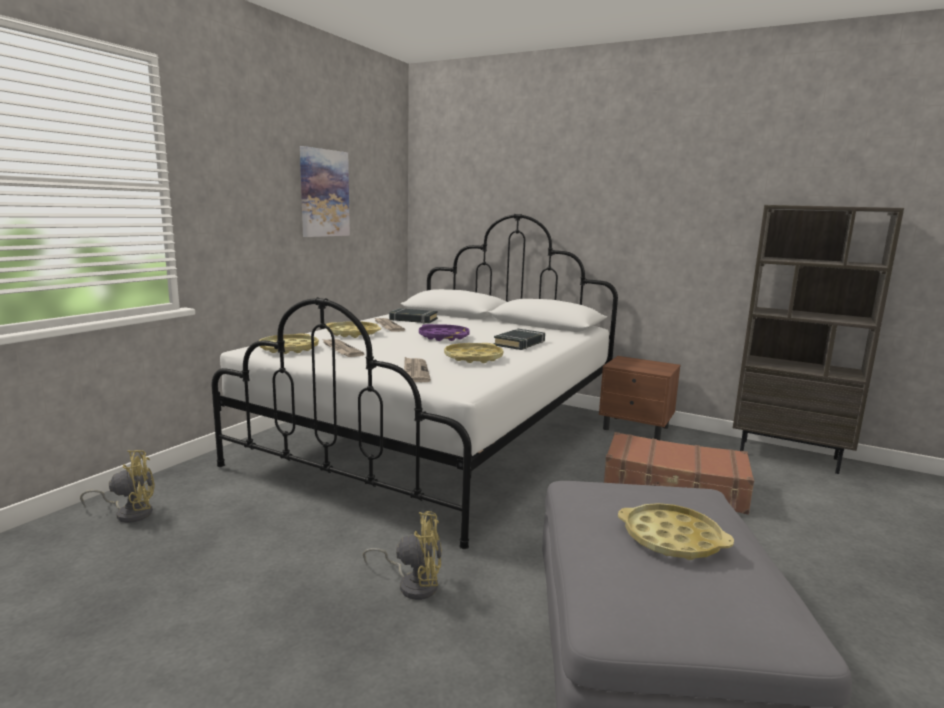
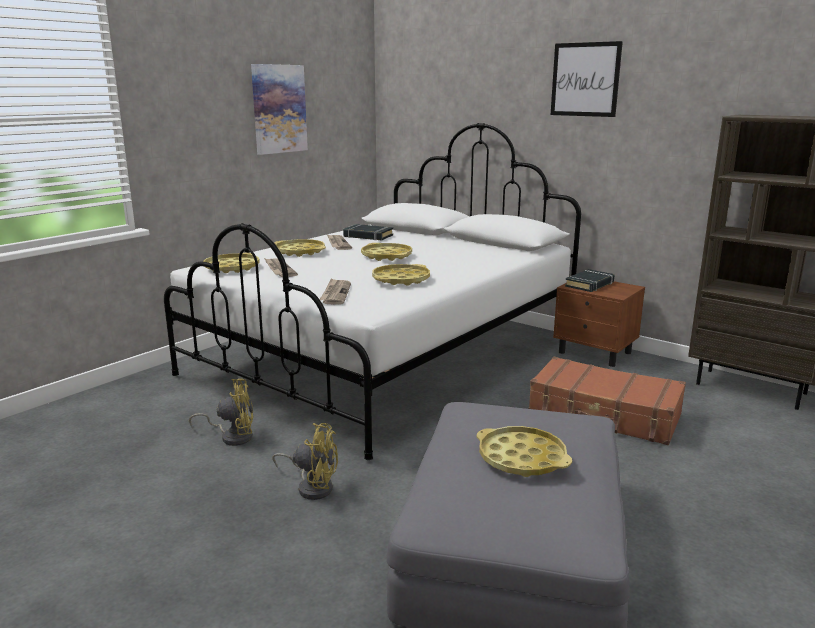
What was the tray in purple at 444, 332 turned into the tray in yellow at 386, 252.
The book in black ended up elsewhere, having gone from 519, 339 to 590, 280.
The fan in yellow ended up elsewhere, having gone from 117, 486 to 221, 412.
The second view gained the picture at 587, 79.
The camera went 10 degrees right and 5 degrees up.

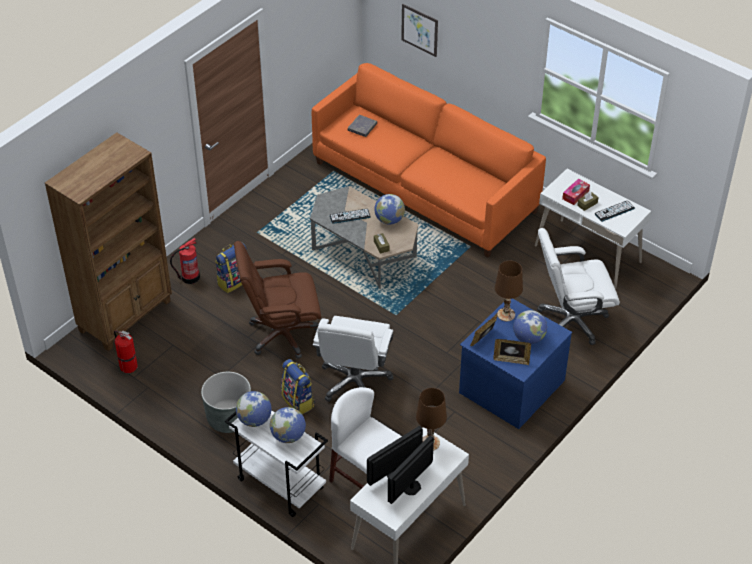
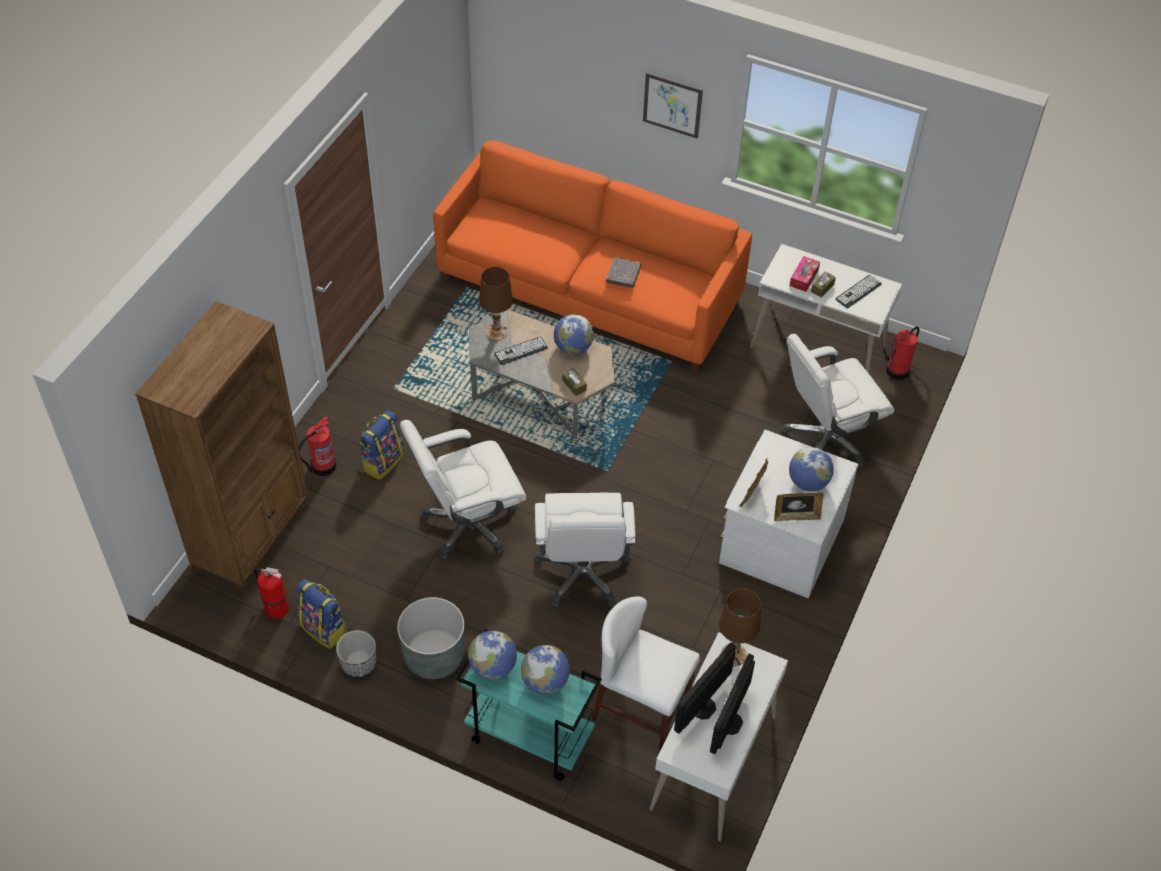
The picture ended up elsewhere, having gone from 419, 30 to 673, 105.
The book in grey ended up elsewhere, having gone from 362, 126 to 623, 272.
What was the office chair in brown at 277, 300 turned into the office chair in white at 463, 490.
The table lamp in brown ended up elsewhere, having gone from 509, 290 to 496, 304.
What was the dresser in blue at 515, 364 turned into the dresser in white at 788, 514.
The backpack ended up elsewhere, having gone from 298, 386 to 321, 614.
What was the cart in white at 276, 463 turned into the cart in turquoise at 529, 705.
The second view gained the fire extinguisher at 902, 353.
The second view gained the planter at 356, 653.
The camera went 15 degrees left and 5 degrees up.

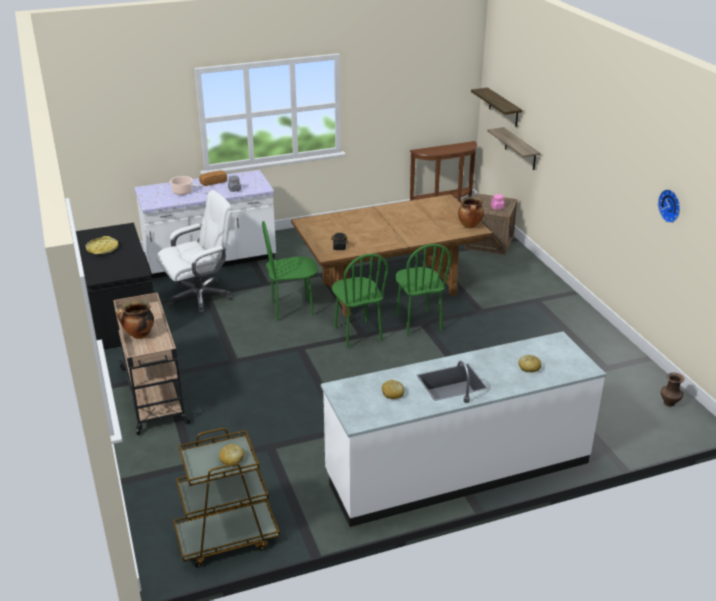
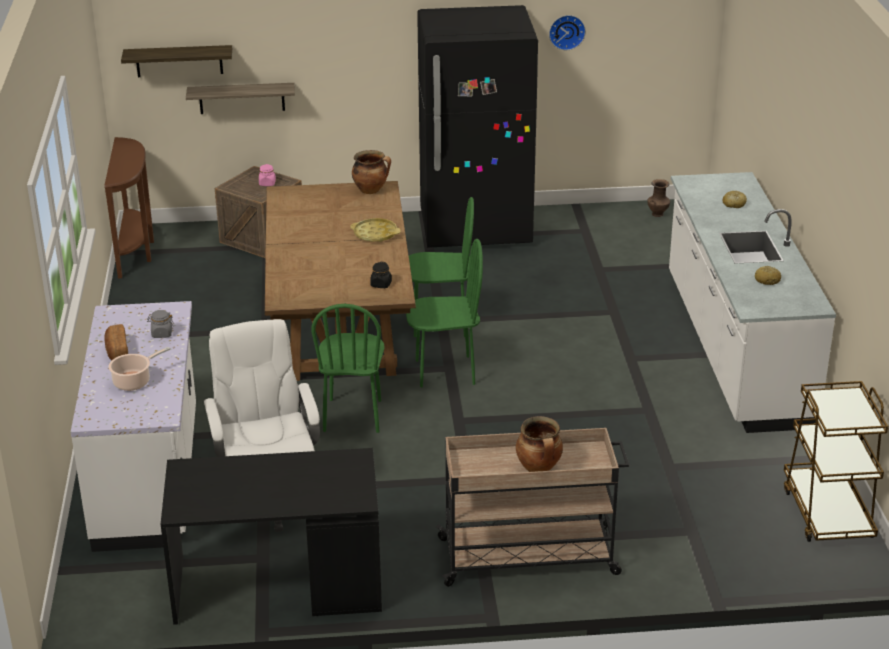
The tray in yellow ended up elsewhere, having gone from 102, 245 to 375, 230.
The second view lost the bread at 231, 454.
The second view gained the fridge in black at 477, 126.
The camera went 75 degrees left and 0 degrees up.

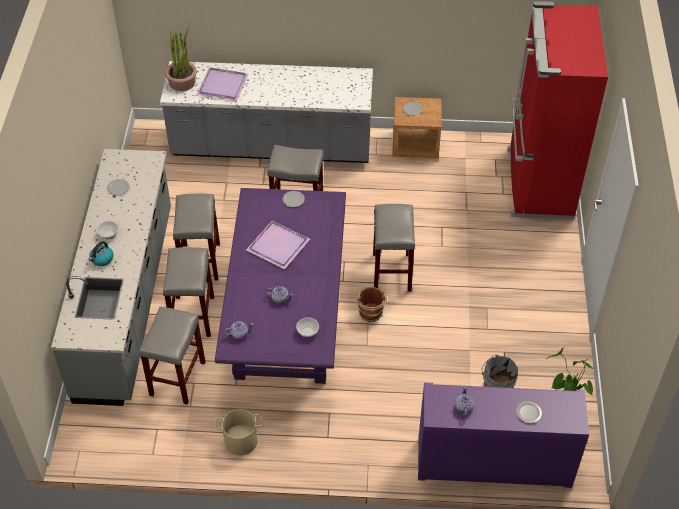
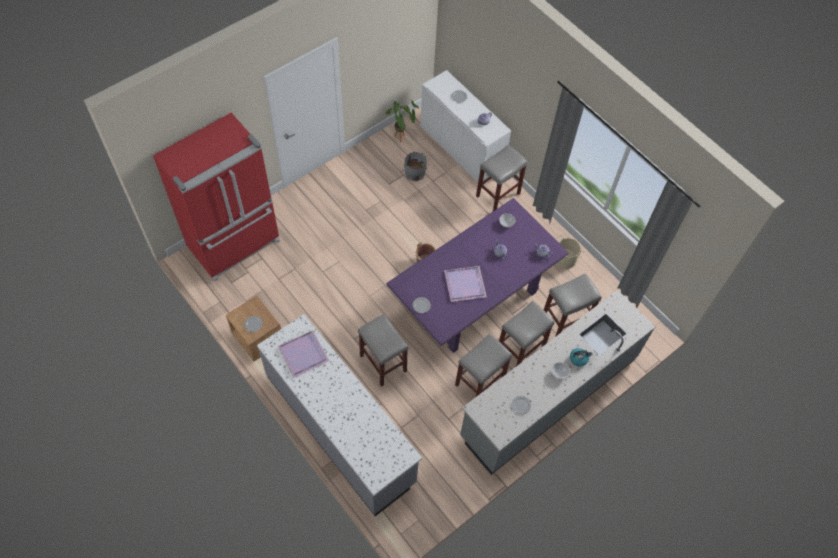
The second view lost the potted plant at 181, 59.
The tray in purple ended up elsewhere, having gone from 222, 84 to 303, 354.
The stool in grey ended up elsewhere, having gone from 394, 248 to 502, 178.
What was the cabinet in purple at 503, 435 turned into the cabinet in white at 465, 127.
The camera went 135 degrees left and 10 degrees up.

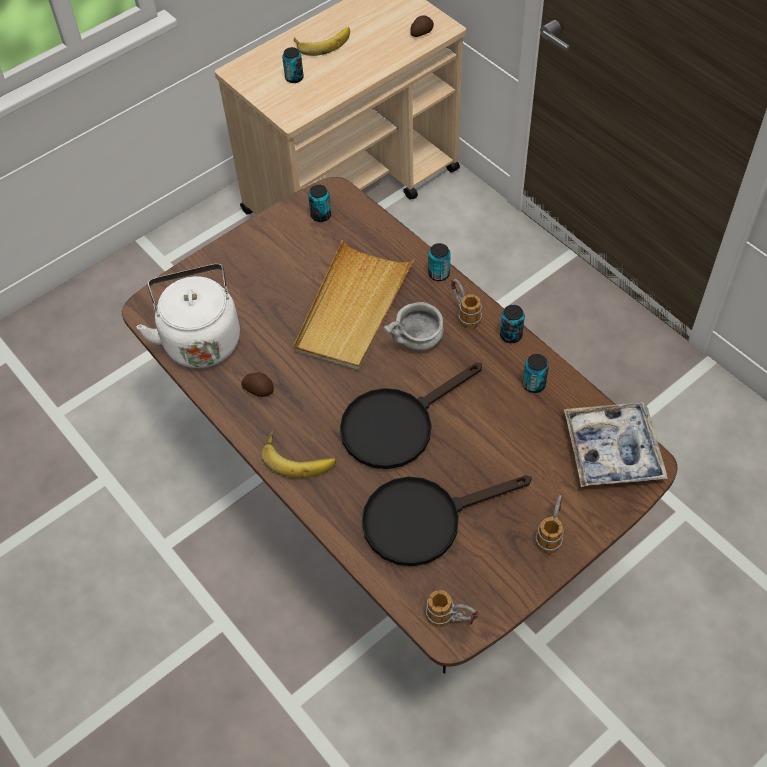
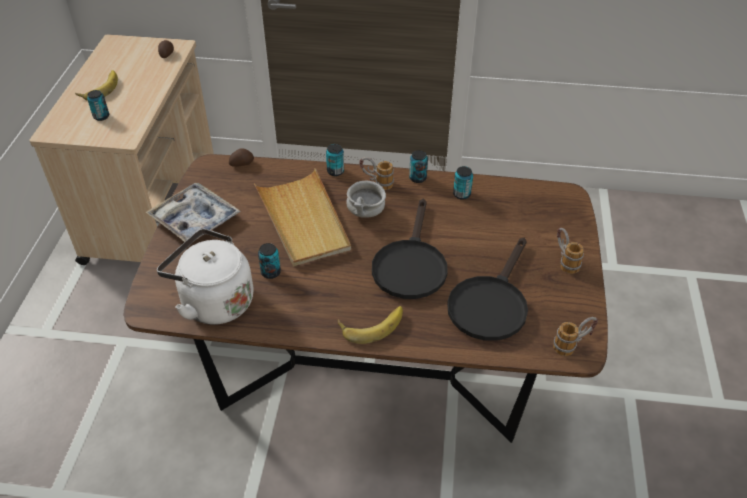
The can ended up elsewhere, having gone from 319, 203 to 269, 261.
The potato ended up elsewhere, having gone from 257, 384 to 241, 157.
The tray ended up elsewhere, having gone from 616, 444 to 193, 212.
The camera went 45 degrees left and 10 degrees down.

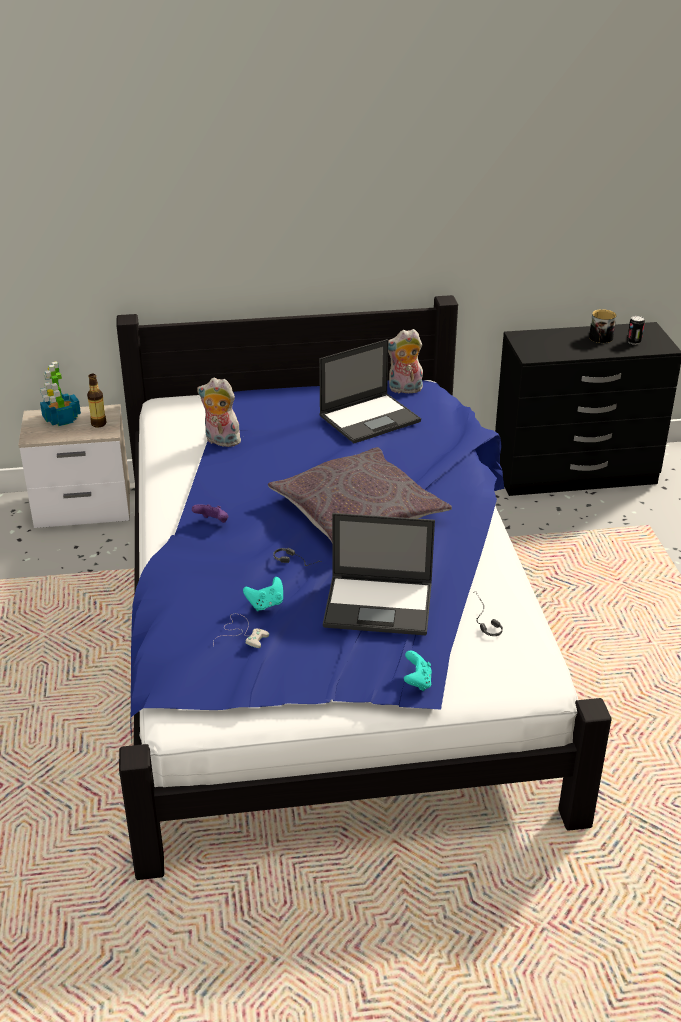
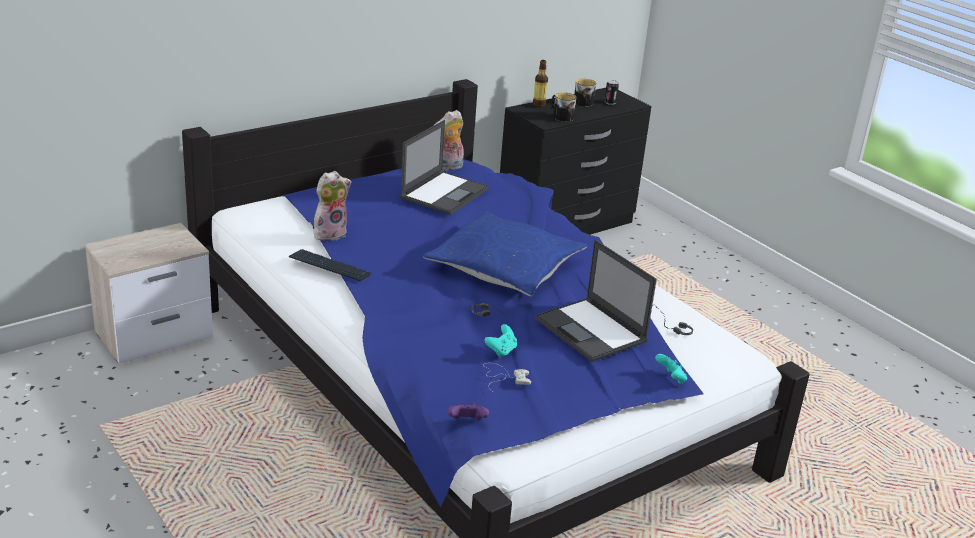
The second view lost the potted plant at 60, 393.
The bottle ended up elsewhere, having gone from 97, 400 to 540, 84.
The plush toy at 220, 412 ended up facing another way, 150 degrees clockwise from before.
What was the pillow in grey at 360, 494 turned into the pillow in blue at 505, 253.
The game controller in purple ended up elsewhere, having gone from 210, 513 to 468, 411.
The laptop at 379, 574 ended up facing another way, 75 degrees clockwise from before.
The second view gained the mug at 563, 107.
The second view gained the keyboard at 330, 265.
The camera went 30 degrees left and 5 degrees down.

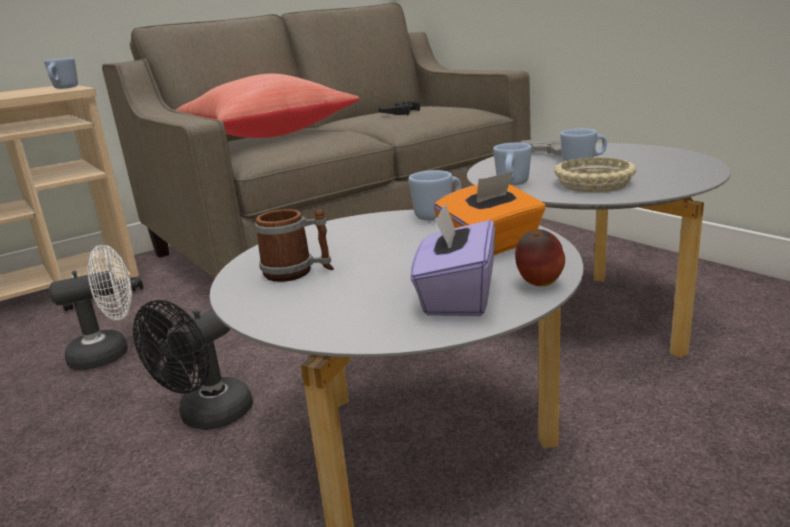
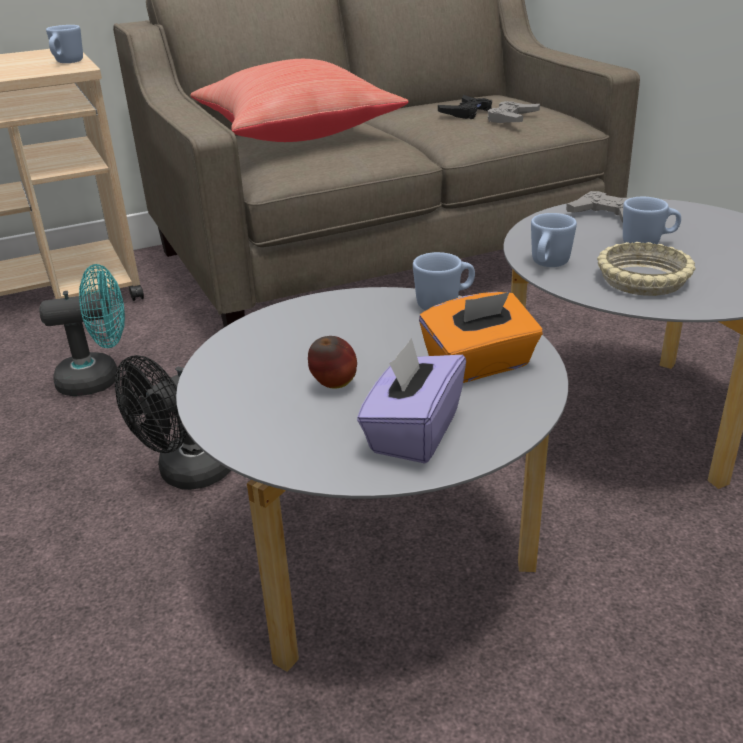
The second view lost the mug at 294, 245.
The apple ended up elsewhere, having gone from 540, 258 to 332, 362.
What was the fan in white at 90, 307 turned into the fan in turquoise at 82, 330.
The second view gained the game controller in grey at 514, 112.
The camera went 10 degrees right and 10 degrees up.

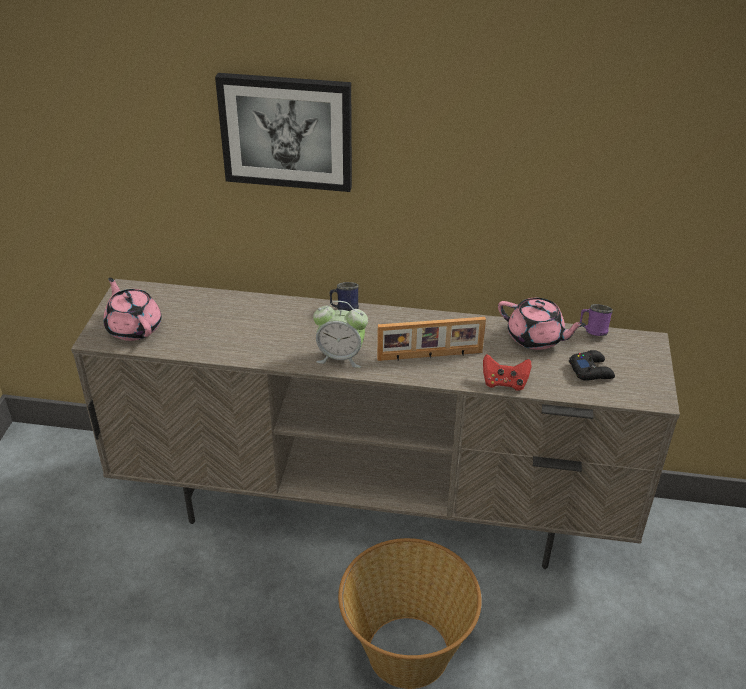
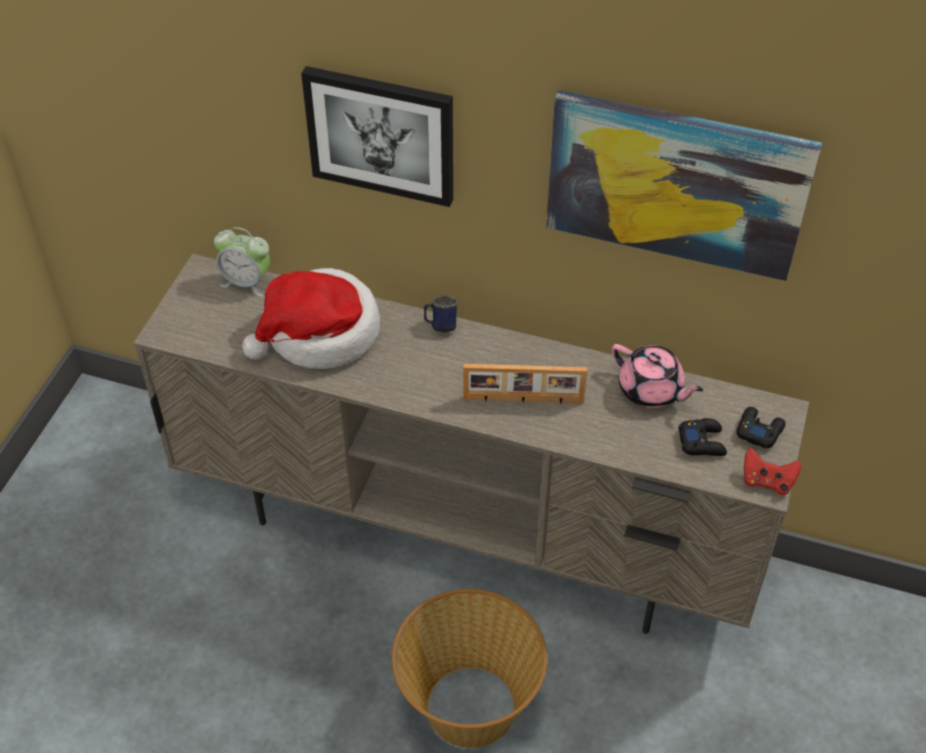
The second view lost the teapot in pink at 132, 309.
The alarm clock ended up elsewhere, having gone from 340, 334 to 242, 262.
The second view lost the mug in purple at 596, 320.
The game controller in red ended up elsewhere, having gone from 507, 372 to 772, 471.
The second view gained the picture at 684, 185.
The second view gained the hat at 311, 318.
The second view gained the game controller in black at 761, 428.
The camera went 10 degrees right and 10 degrees up.

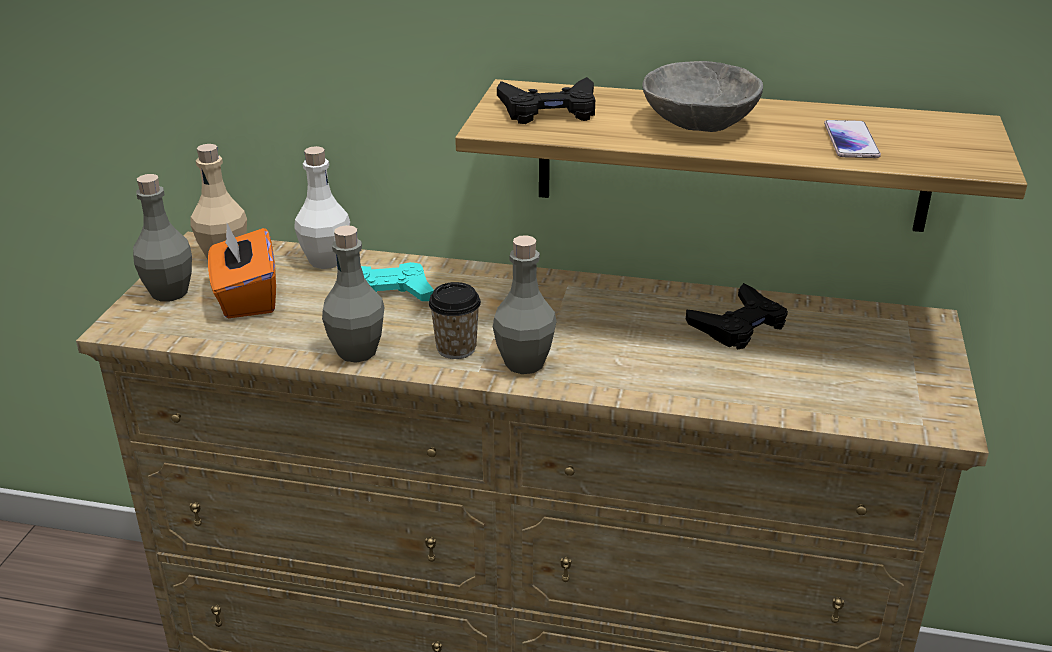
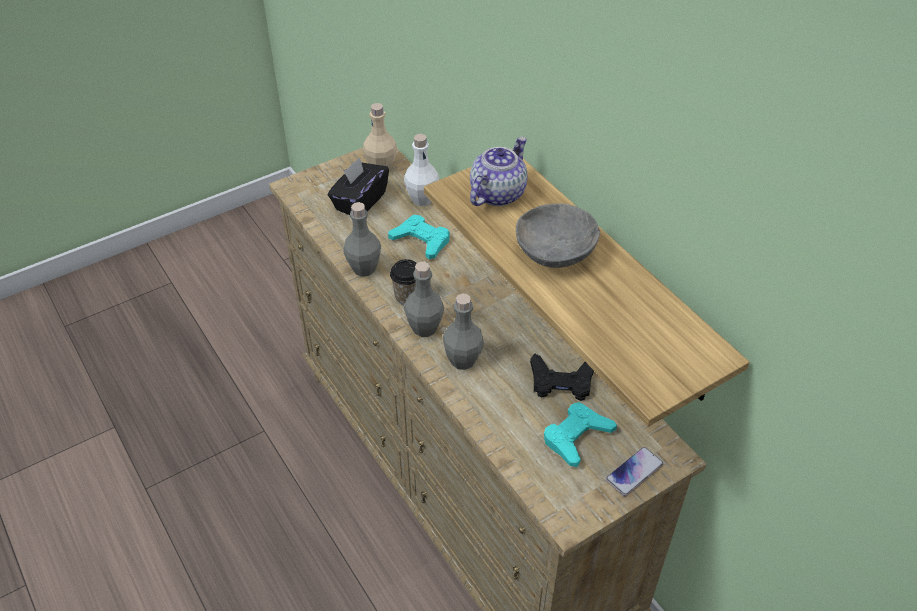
Where the game controller in black stood at 546, 100, the teapot came to stand at 499, 171.
The phone ended up elsewhere, having gone from 852, 139 to 635, 471.
The bottle in grey ended up elsewhere, having gone from 162, 237 to 463, 332.
What was the tissue box in orange at 242, 270 turned into the tissue box in black at 358, 186.
The second view gained the game controller in turquoise at 580, 434.
The camera went 45 degrees right and 15 degrees up.

